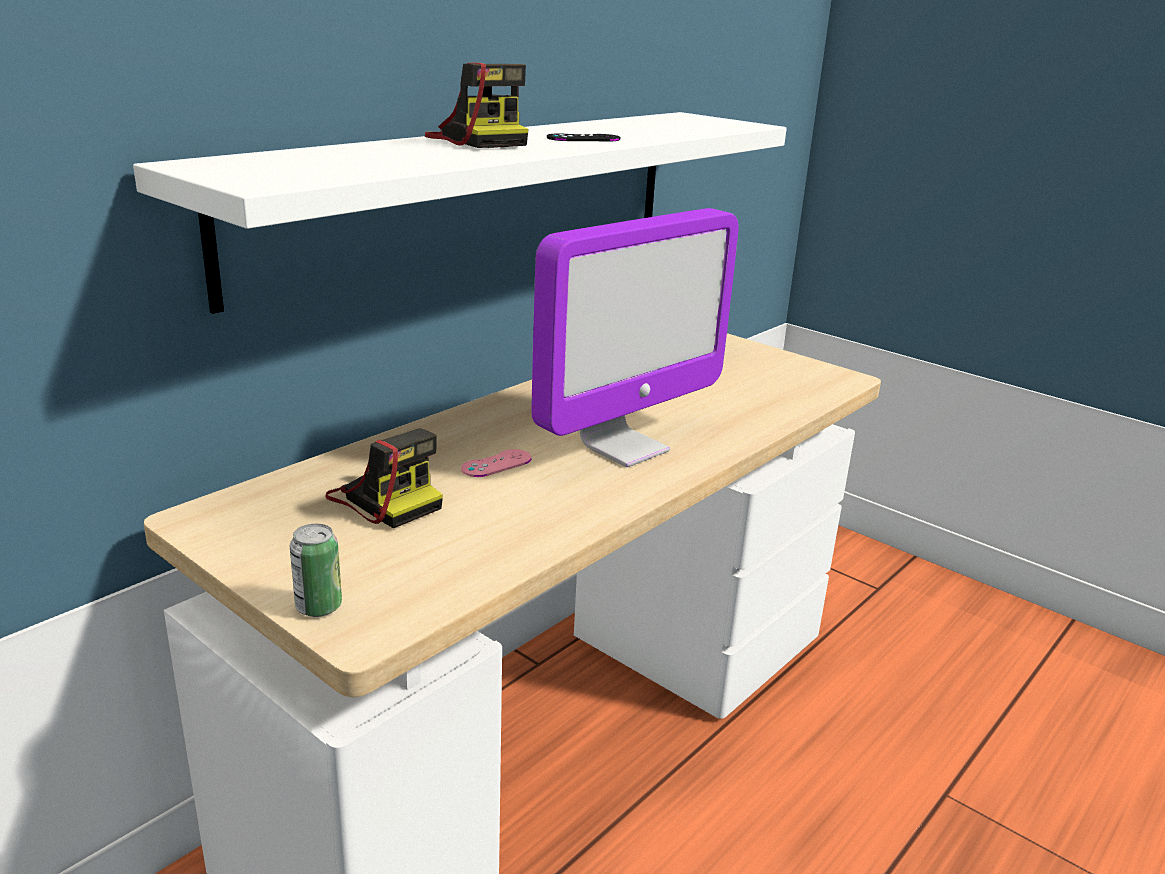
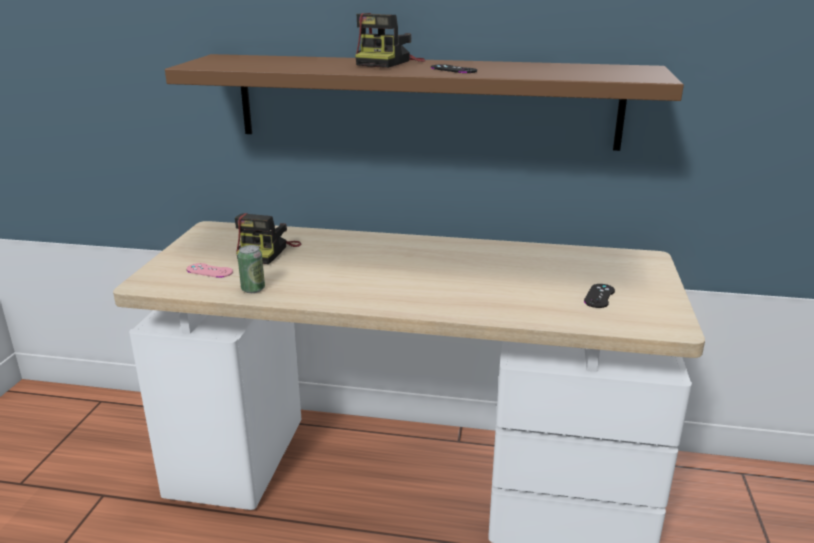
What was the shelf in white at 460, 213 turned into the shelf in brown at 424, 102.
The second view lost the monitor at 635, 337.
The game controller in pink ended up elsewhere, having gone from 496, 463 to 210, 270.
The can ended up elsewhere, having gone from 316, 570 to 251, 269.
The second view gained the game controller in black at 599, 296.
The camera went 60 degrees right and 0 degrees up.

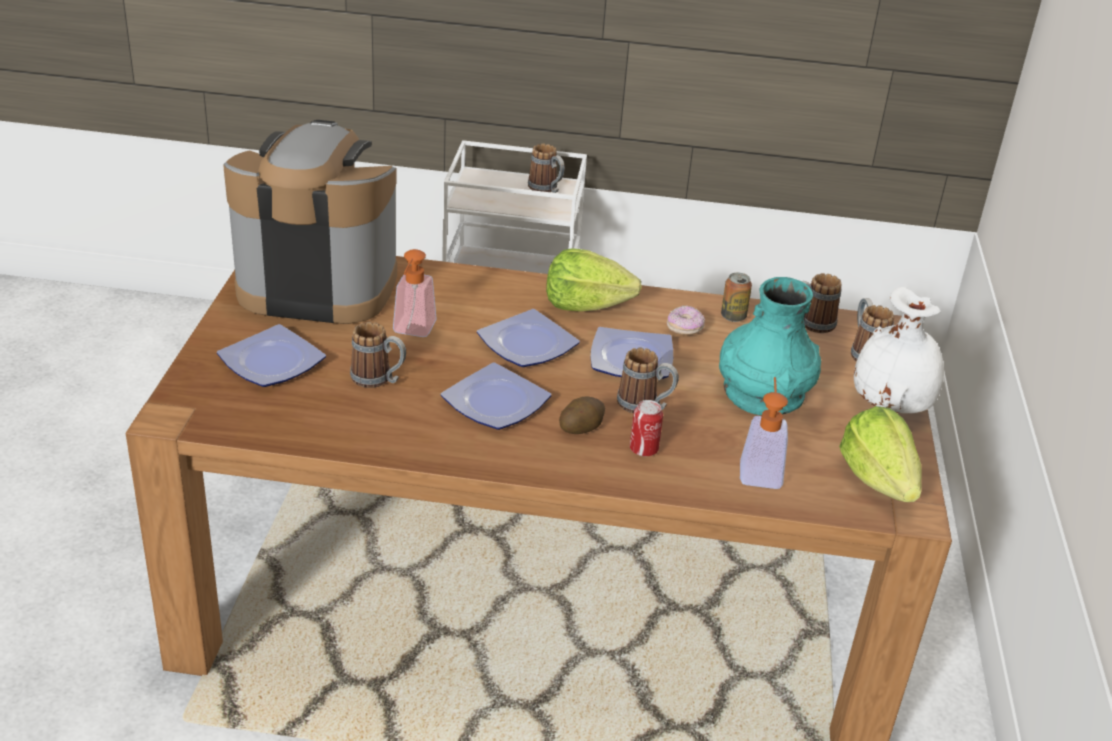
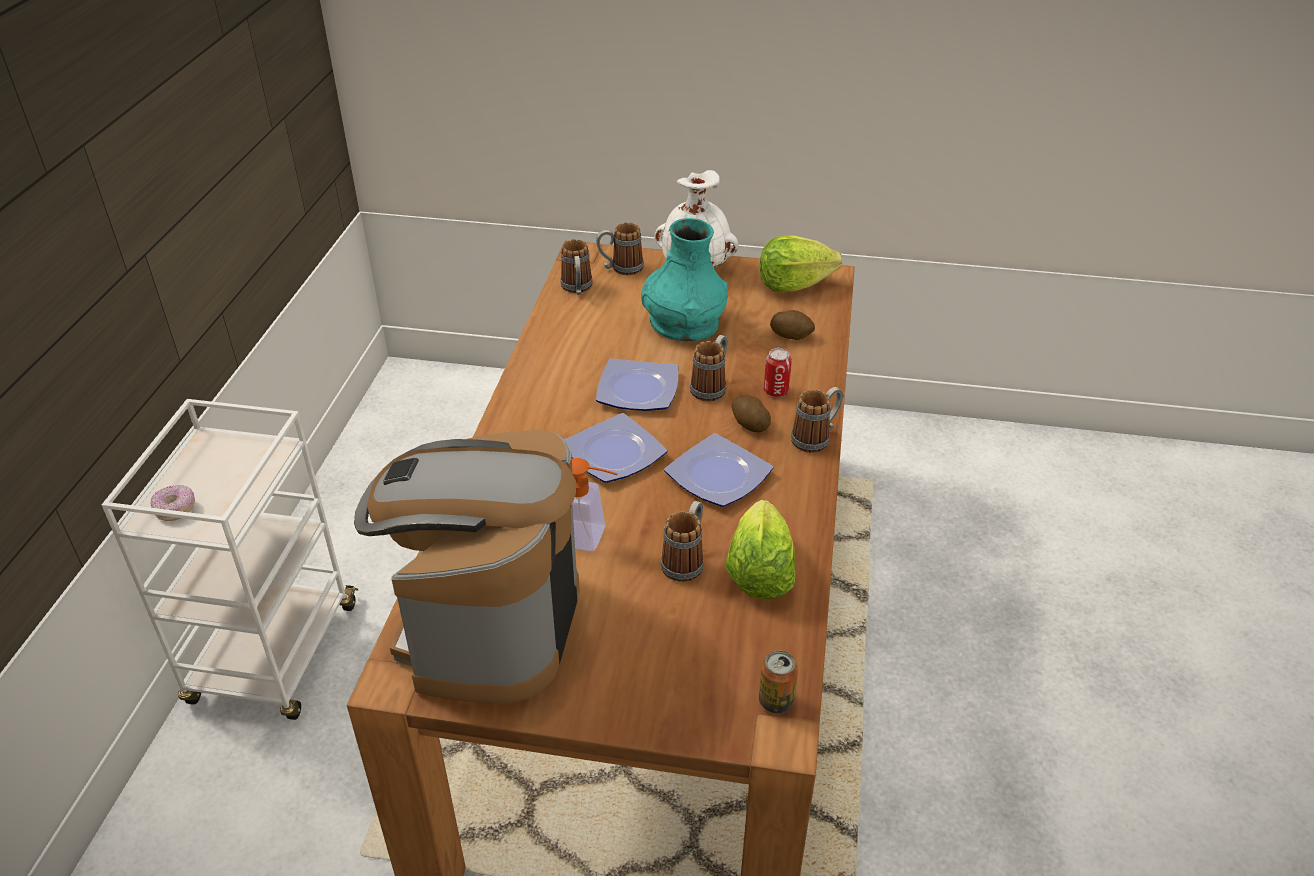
The mug ended up elsewhere, having gone from 546, 168 to 817, 420.
The lettuce ended up elsewhere, having gone from 594, 280 to 760, 549.
The can ended up elsewhere, having gone from 736, 297 to 778, 682.
The donut ended up elsewhere, having gone from 686, 320 to 172, 503.
The second view lost the plate at 271, 355.
Where the soap dispenser stood at 764, 433, the potato came to stand at 792, 325.
The camera went 85 degrees left and 5 degrees up.

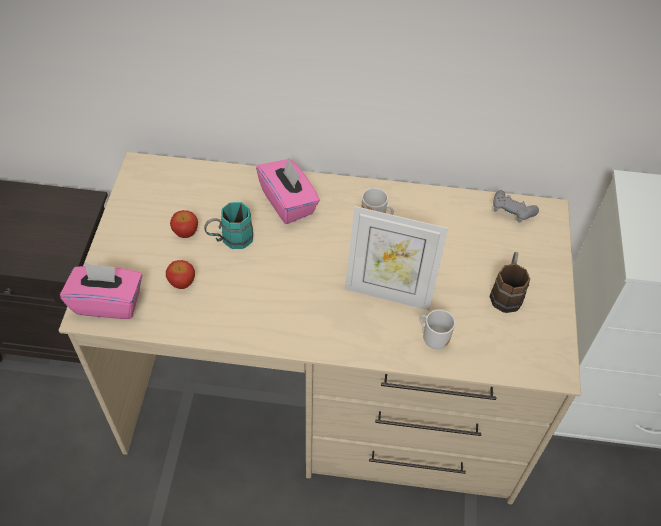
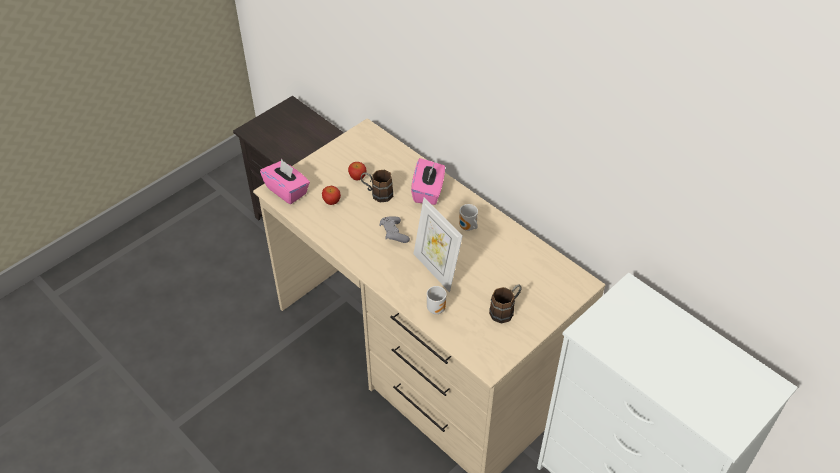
The game controller in grey ended up elsewhere, having gone from 516, 206 to 395, 230.
What was the mug in turquoise at 228, 225 turned into the mug in brown at 377, 186.
The camera went 40 degrees right and 5 degrees down.

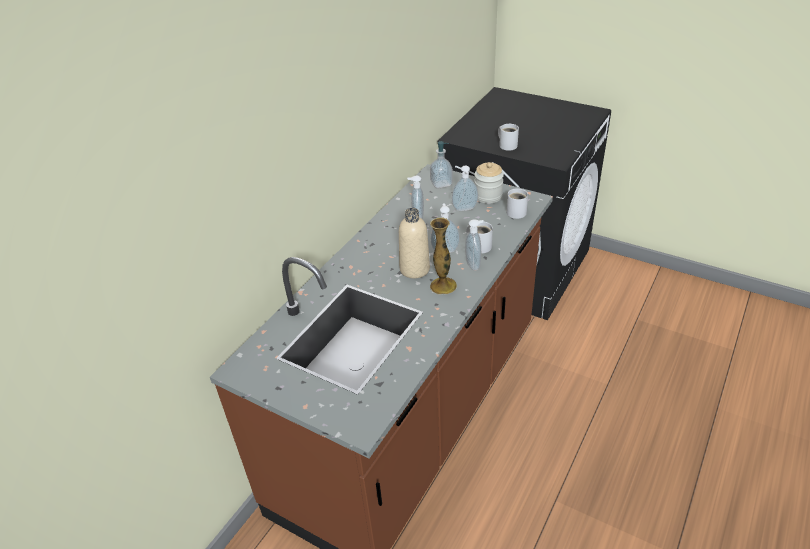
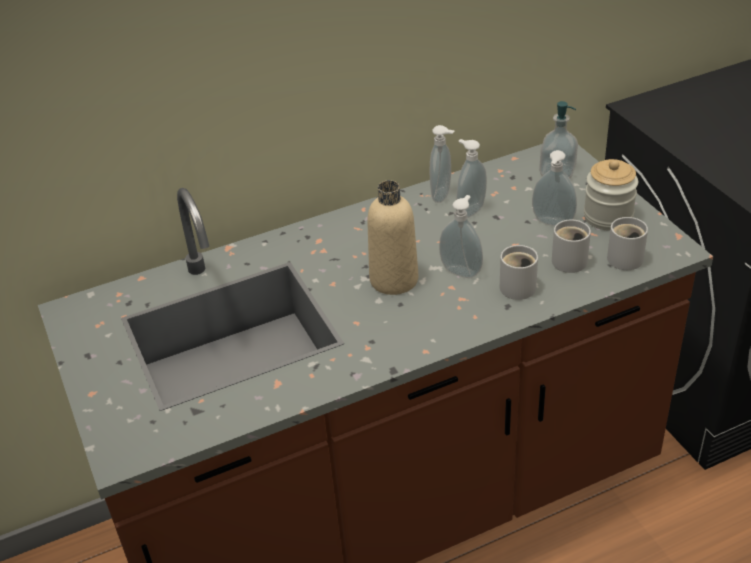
The mug in white ended up elsewhere, having gone from 508, 137 to 571, 246.
The second view lost the vase at 443, 256.
The soap dispenser ended up elsewhere, having gone from 474, 245 to 442, 164.
The camera went 35 degrees right and 0 degrees up.

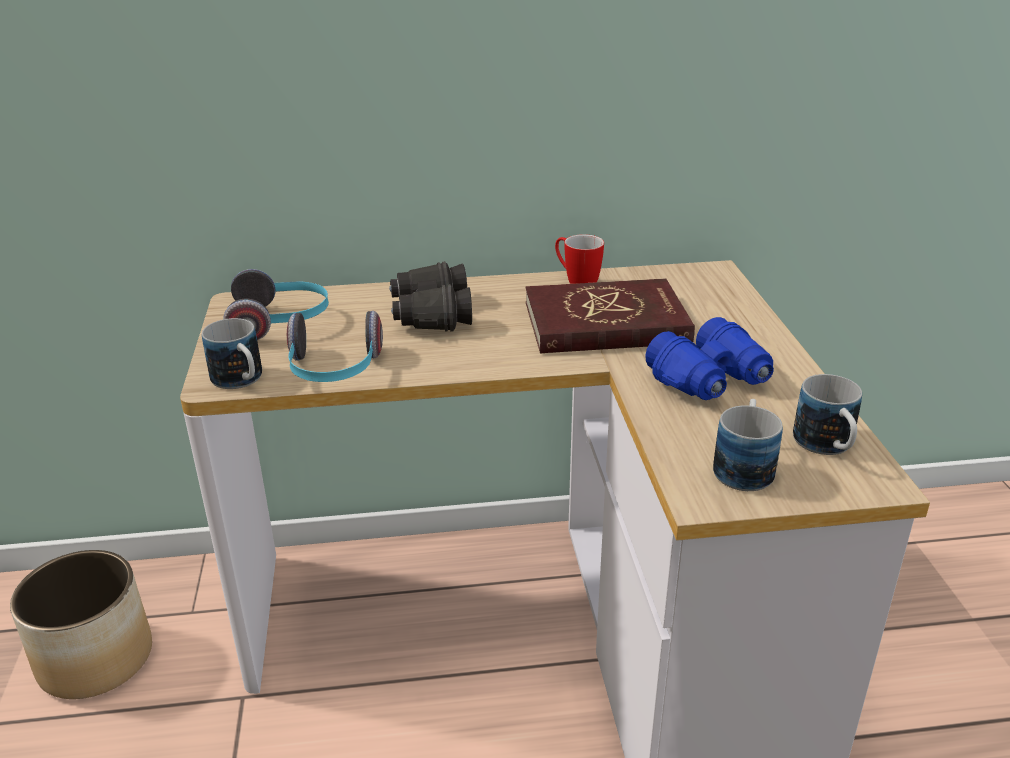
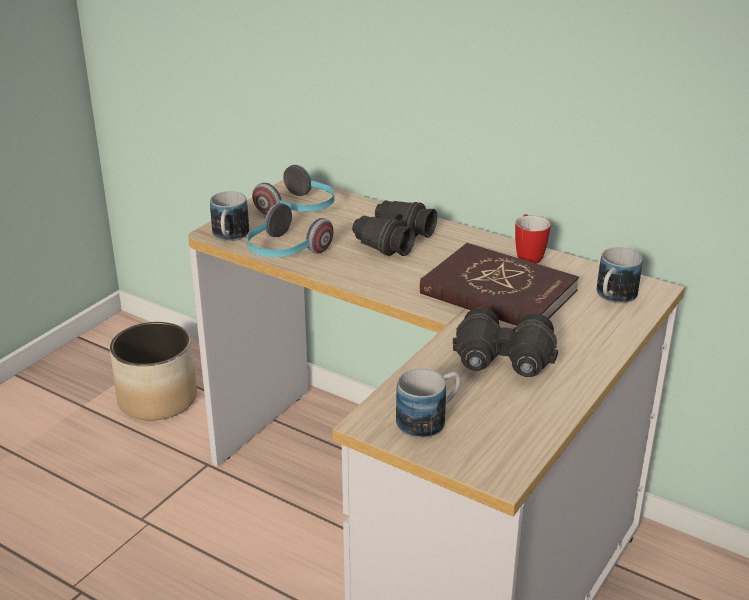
What was the binoculars in blue at 709, 358 turned into the binoculars in black at 505, 342.
The mug ended up elsewhere, having gone from 827, 414 to 619, 275.
The camera went 40 degrees right and 0 degrees up.

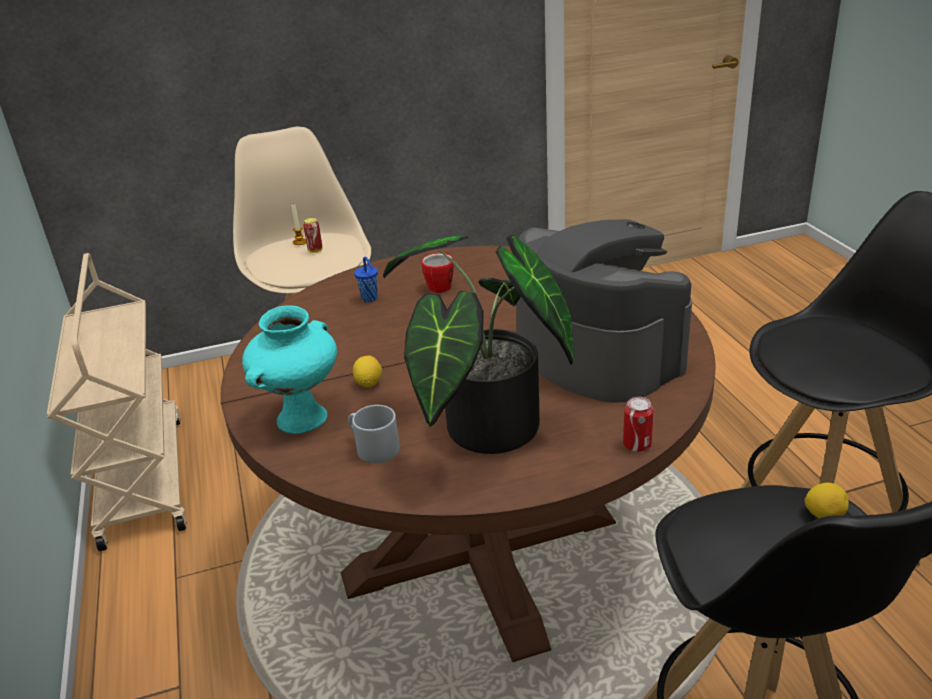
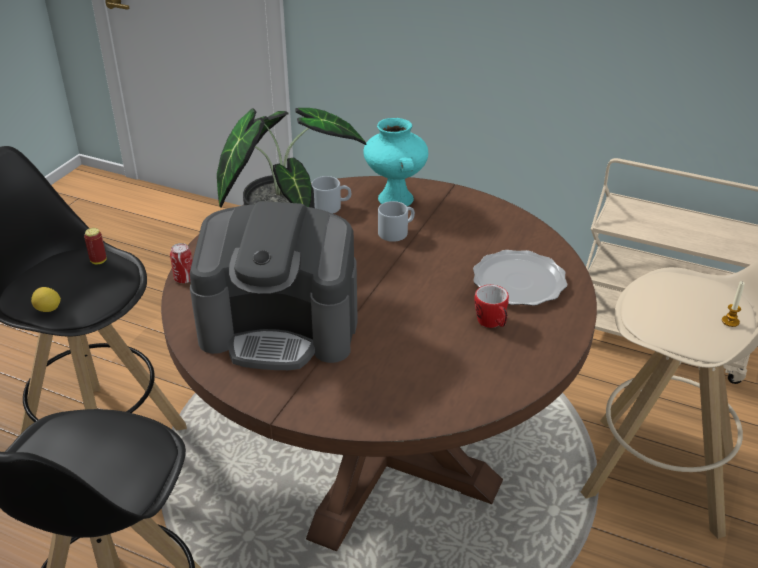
The can ended up elsewhere, having gone from 312, 235 to 95, 246.
Where the cup in blue stood at 366, 279, the plate came to stand at 520, 278.
Where the lemon stood at 367, 372, the mug in grey came to stand at 396, 221.
The camera went 130 degrees right and 5 degrees up.

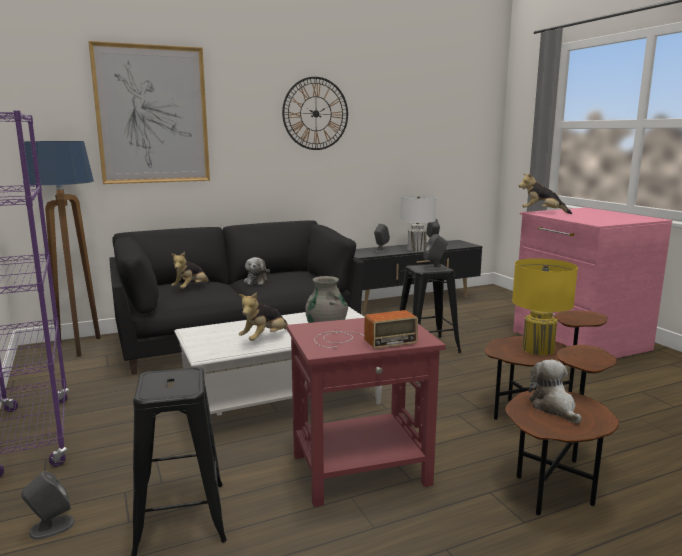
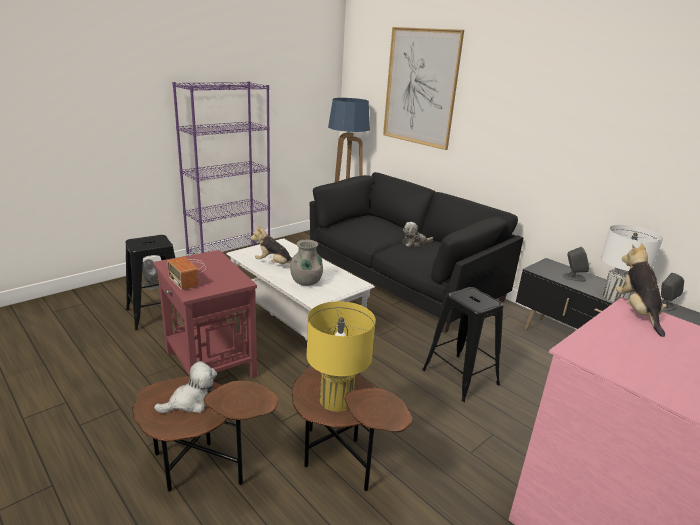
The second view lost the wall clock at 315, 113.
The second view lost the speaker in grey at 435, 252.
The second view lost the plush toy at 190, 270.
The camera went 70 degrees right and 10 degrees up.

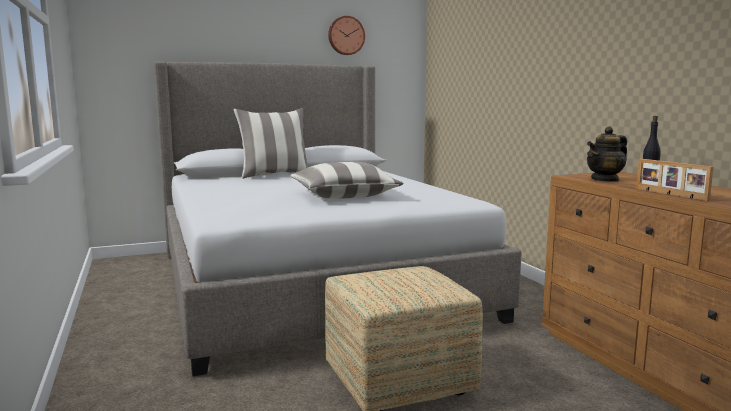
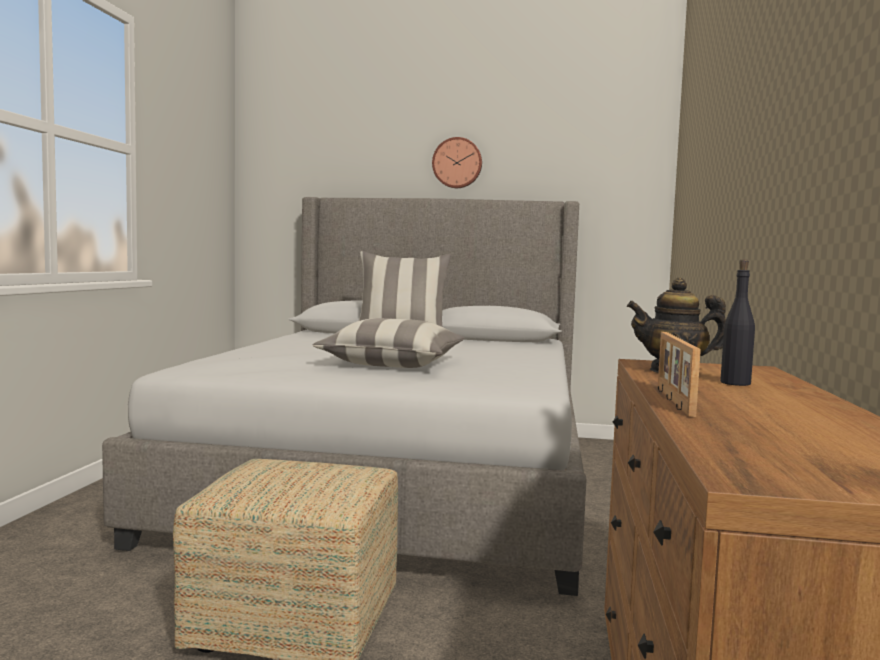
The wall clock ended up elsewhere, having gone from 346, 35 to 457, 162.
The camera went 30 degrees right and 5 degrees down.

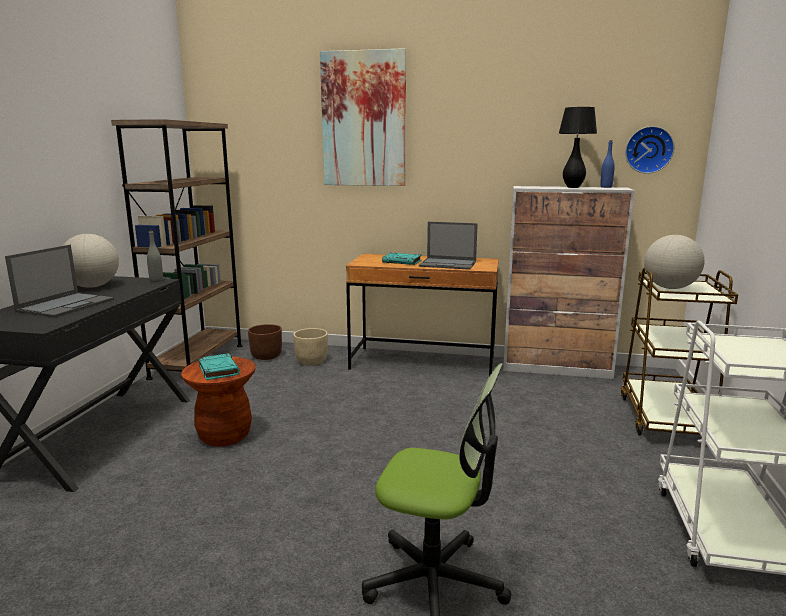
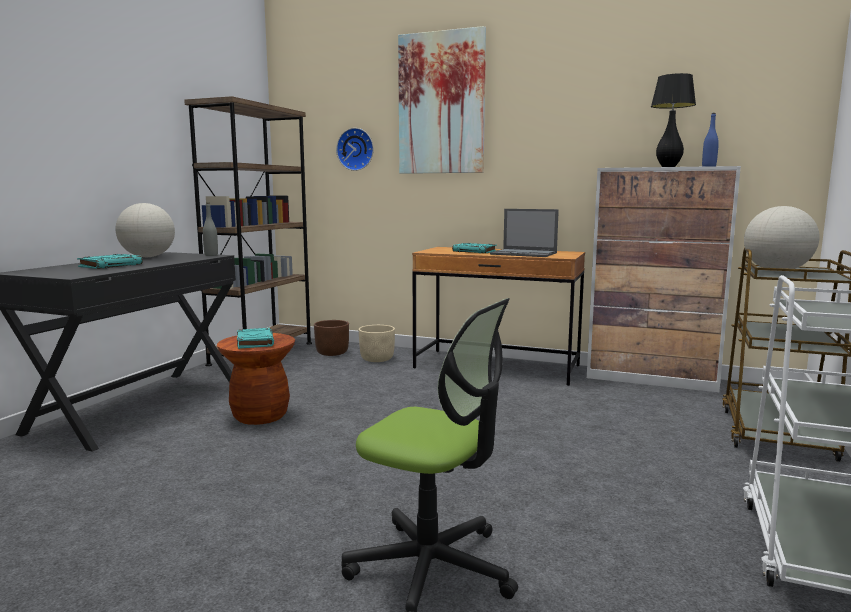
The wall clock ended up elsewhere, having gone from 649, 150 to 355, 149.
Where the laptop stood at 59, 281, the book in turquoise came to stand at 110, 261.
The camera went 10 degrees right and 5 degrees down.

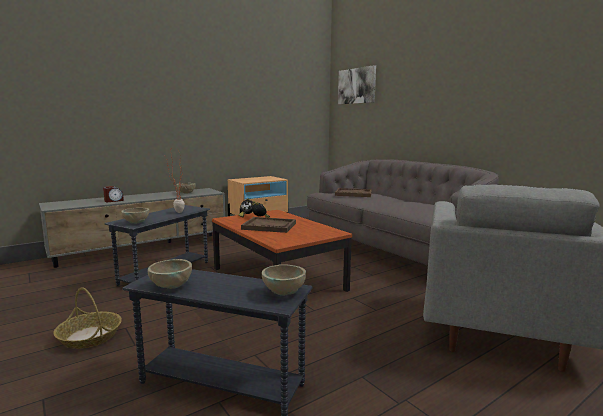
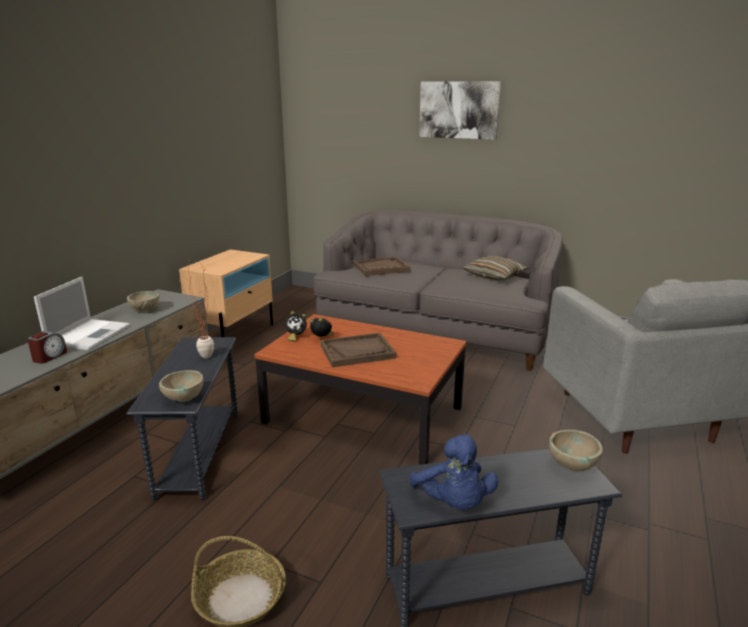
The picture ended up elsewhere, having gone from 357, 84 to 460, 110.
Where the bowl in beige stood at 170, 274, the plush toy in blue came to stand at 453, 472.
The second view gained the pillow at 495, 268.
The second view gained the laptop at 82, 313.
The camera went 30 degrees left and 10 degrees up.

